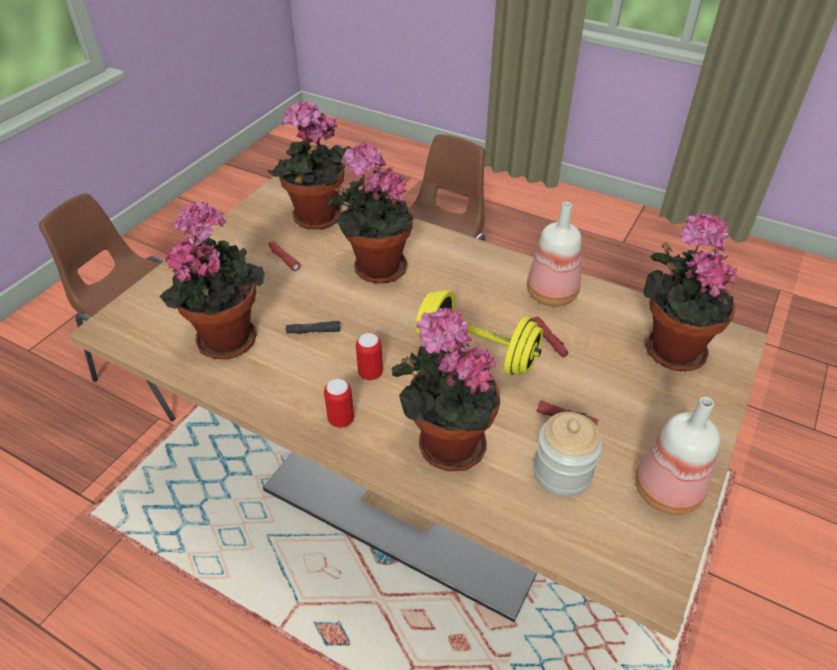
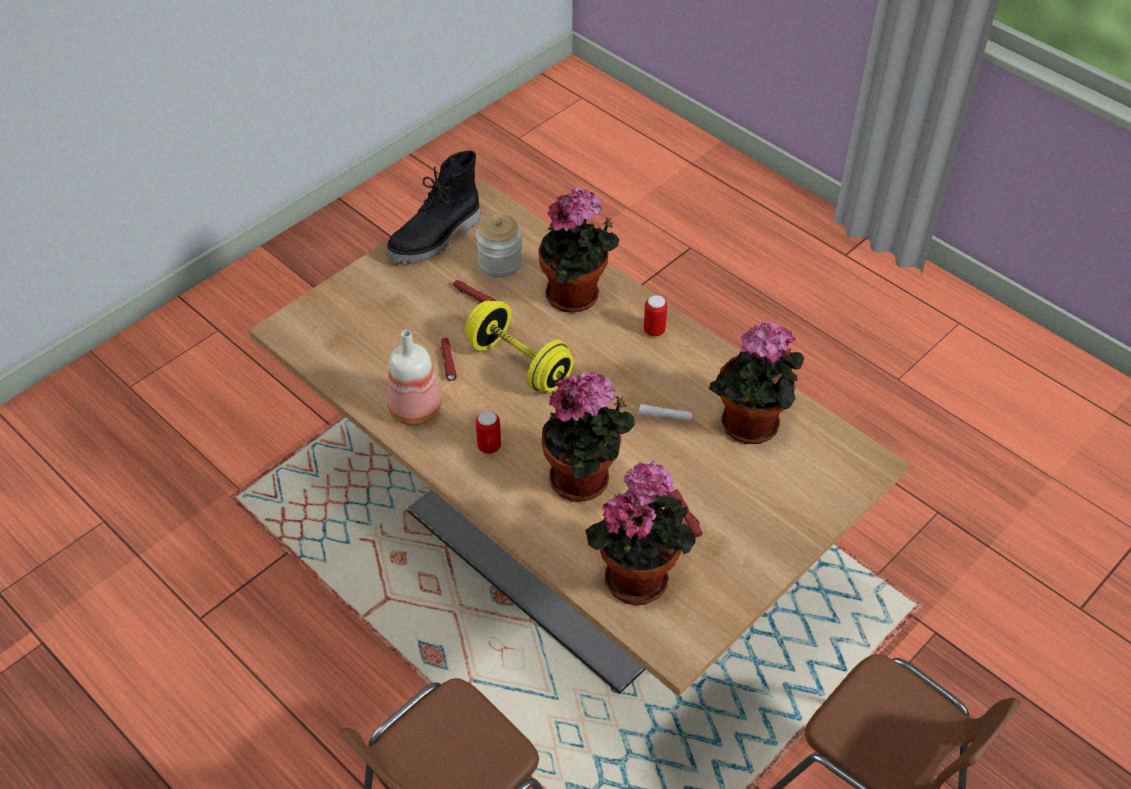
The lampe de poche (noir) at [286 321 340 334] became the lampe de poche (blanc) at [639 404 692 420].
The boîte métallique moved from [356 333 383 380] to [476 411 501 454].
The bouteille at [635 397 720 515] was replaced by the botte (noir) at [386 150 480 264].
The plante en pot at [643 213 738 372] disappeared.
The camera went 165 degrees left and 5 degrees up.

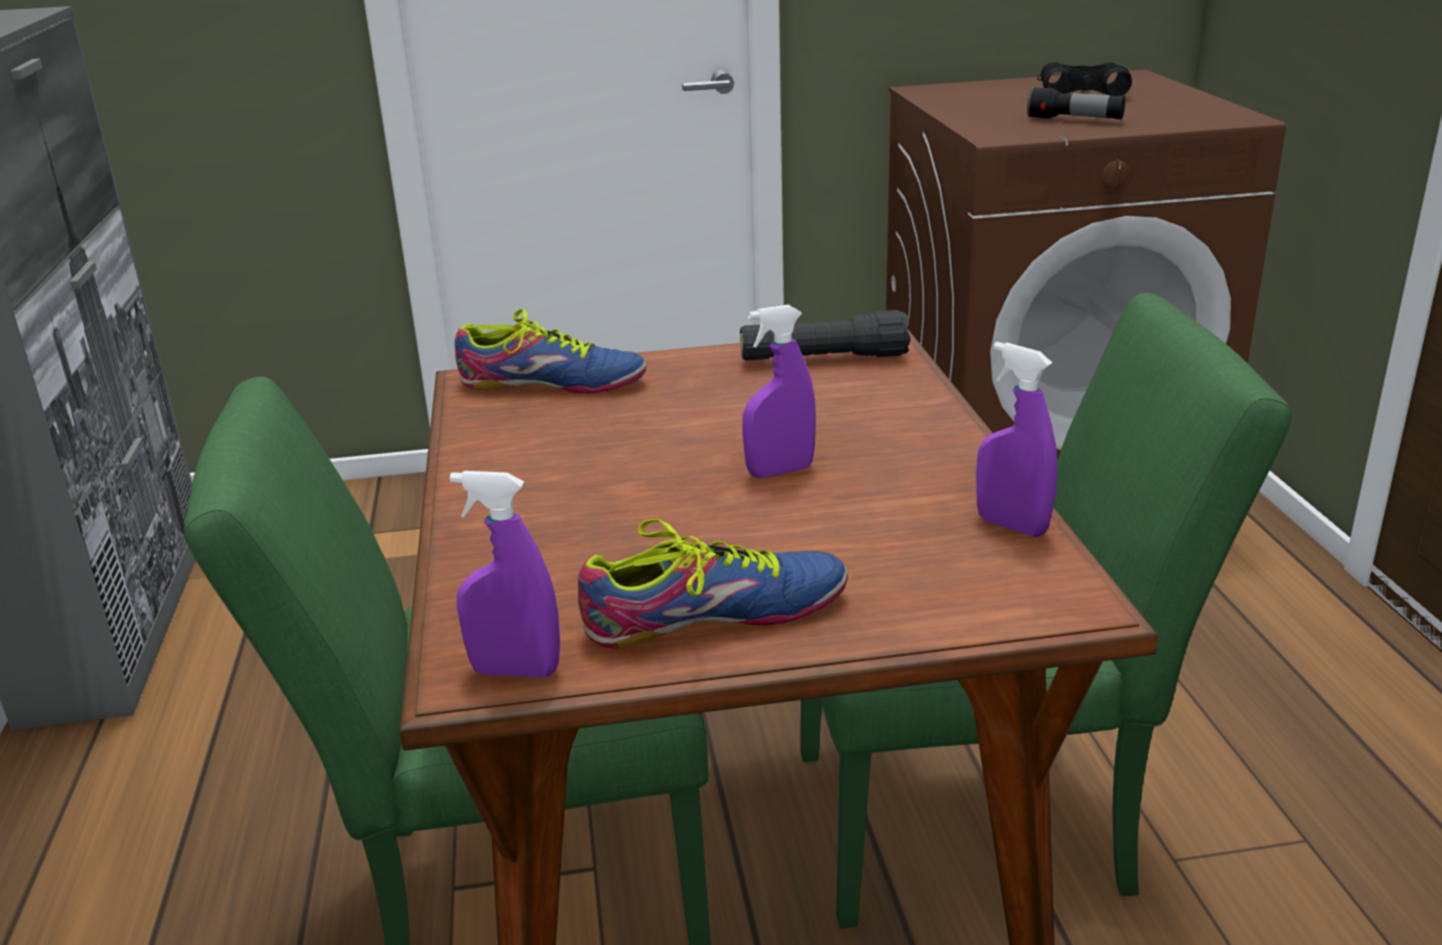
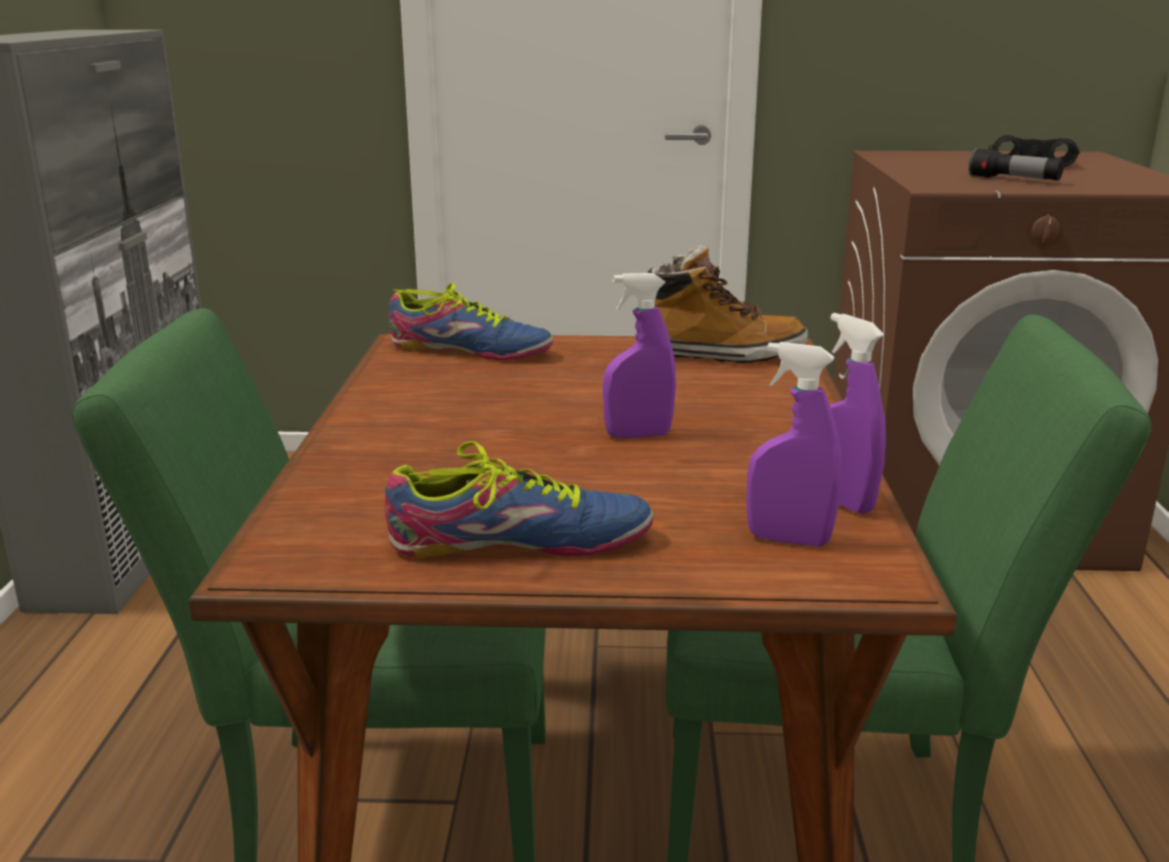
The vaporisateur (violet) moved from [450 471 560 677] to [746 342 842 547].
The lampe de poche (noir) at [740 310 911 361] was replaced by the botte at [647 245 808 363].
The camera went 10 degrees right and 5 degrees down.

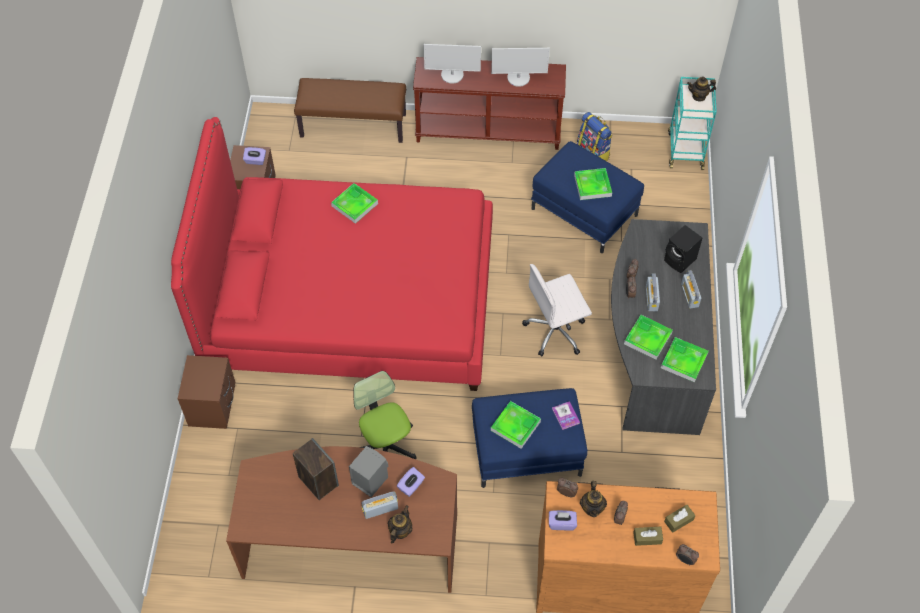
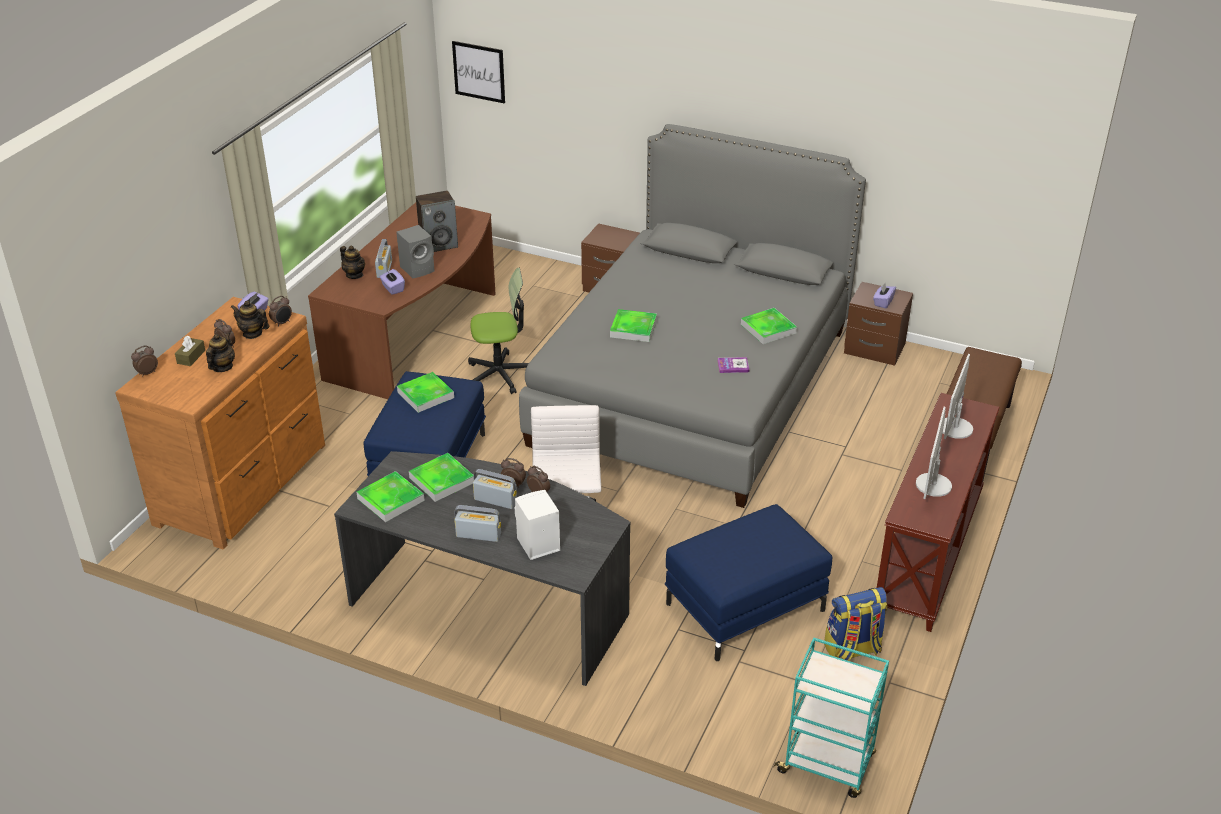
The lit (rouge) at [171 117 493 391] became the lit (gris) at [519 124 866 508].
The livre moved from [552 401 580 430] to [718 357 749 373].
The plateau moved from [574 168 612 200] to [610 309 657 342].
The enceinte (noir) at [664 225 702 273] became the enceinte (blanc) at [515 490 560 560].
The boîte à mouchoirs (marron) at [664 505 696 533] disappeared.
The théière moved from [687 77 716 102] to [206 332 235 372].
The tableau at [452 41 505 103] appeared.
The camera went 110 degrees right and 20 degrees down.

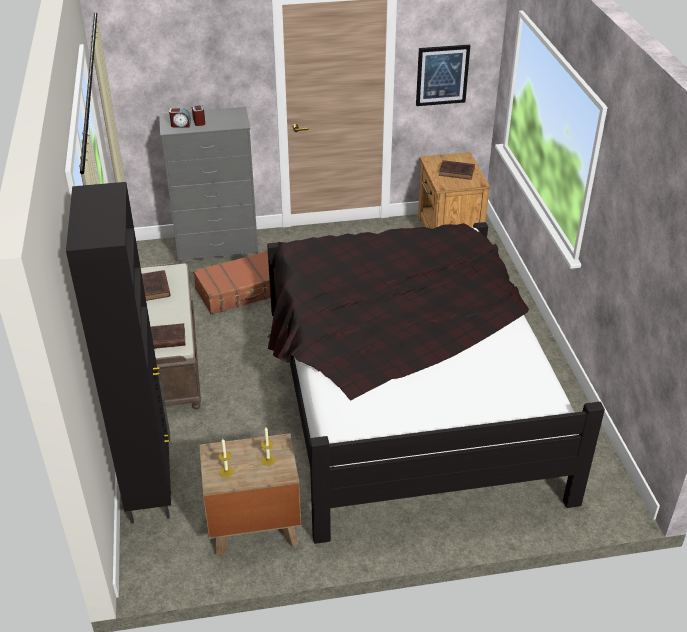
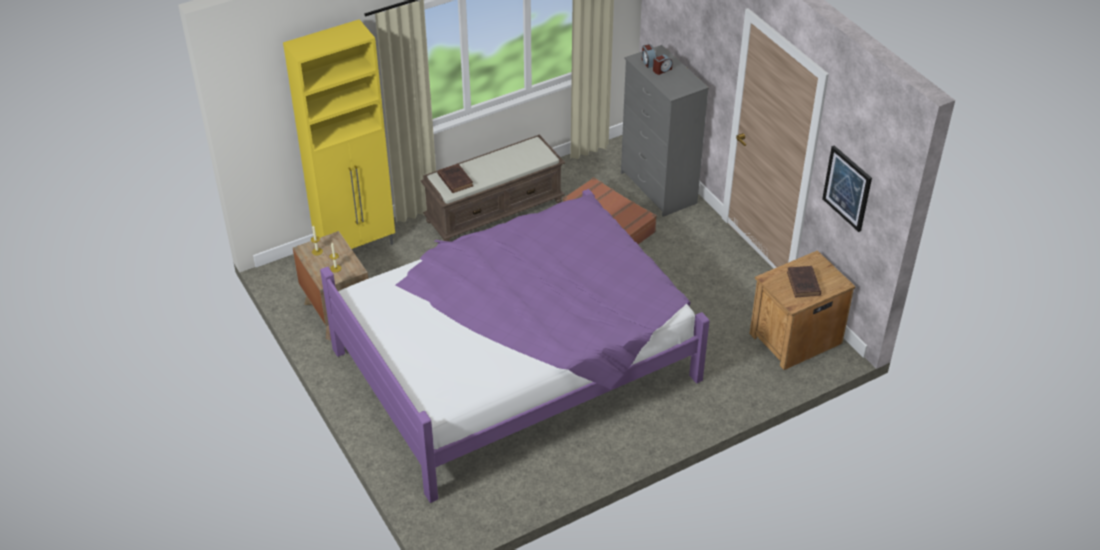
The meuble de rangement (noir) at [66 182 171 524] became the meuble de rangement (jaune) at [283 19 395 249].
The livre (marron) at [142 270 170 301] disappeared.
The lit (noir) at [267 222 605 544] became the lit (violet) at [320 189 709 503].
The camera went 70 degrees right and 5 degrees up.

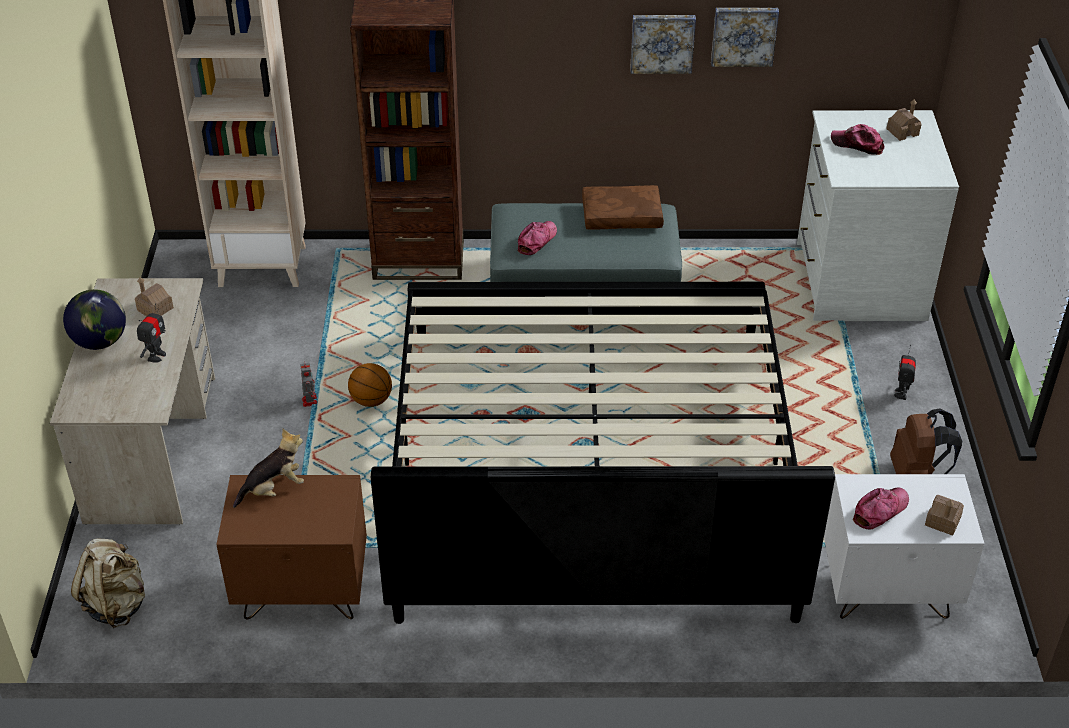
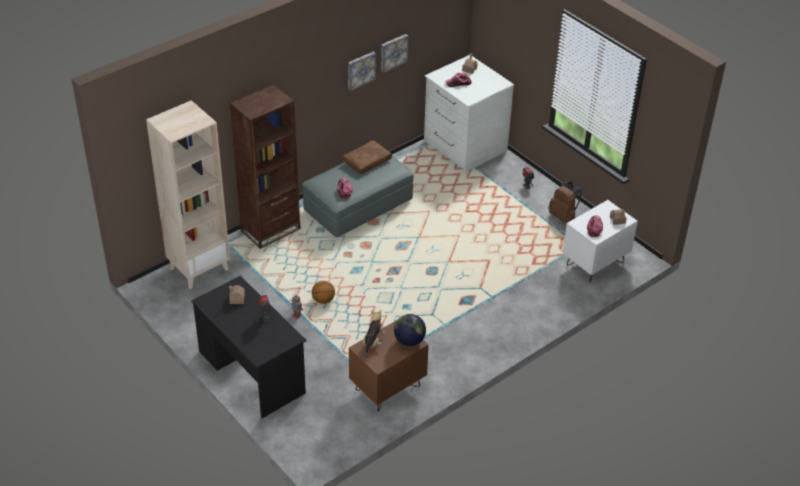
The bureau (beige) at [50 278 215 525] became the bureau (noir) at [191 276 306 418].
The globe moved from [63 289 126 350] to [394 314 426 346].
The sac à dos (beige) at [71 538 145 628] disappeared.
The lit at [371 282 835 624] disappeared.
The camera went 40 degrees left and 0 degrees up.

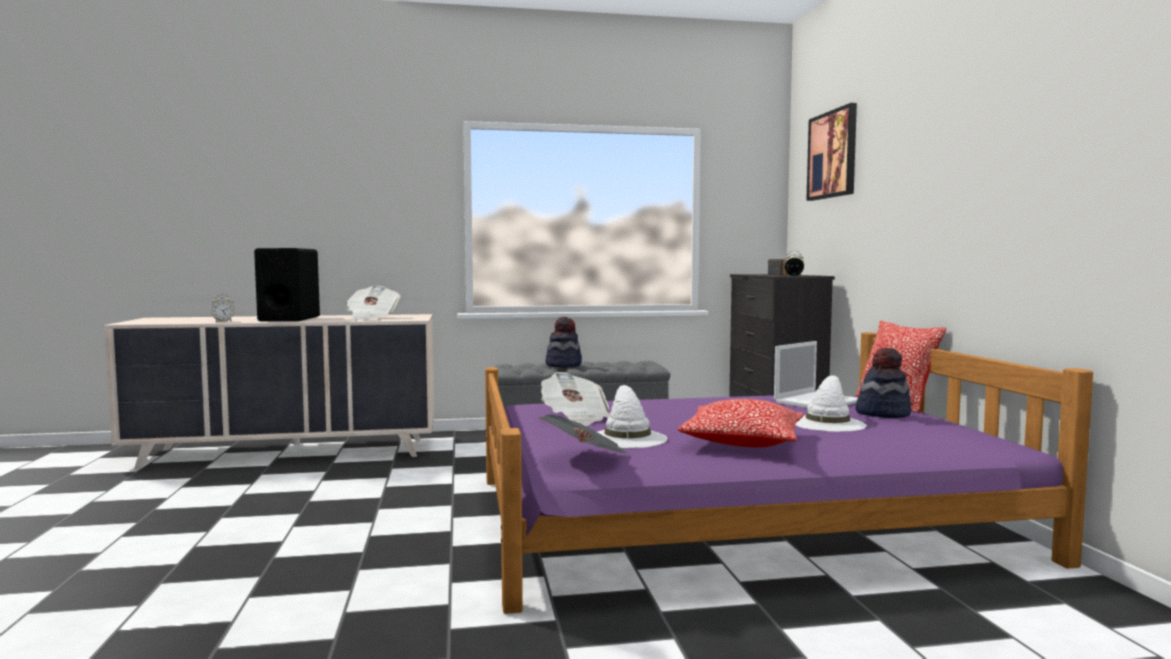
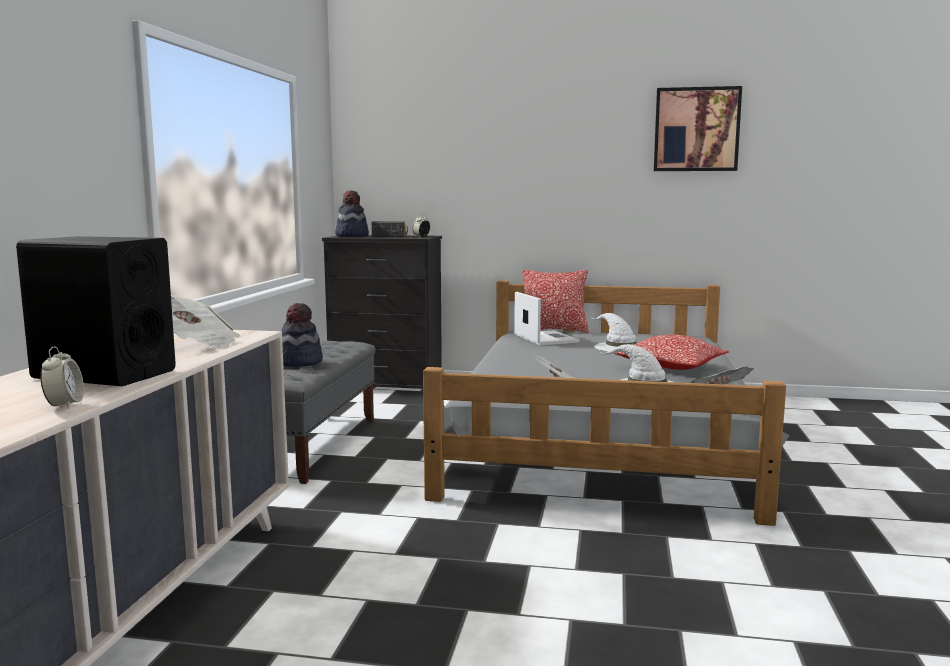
The lit (violet) at [485 332 1093 614] became the lit (gris) at [423 280 790 526].
The tableau moved from [806 103 857 201] to [654 86 742 171].
The chapeau moved from [855 348 911 418] to [335 190 369 237].
The camera went 70 degrees left and 5 degrees up.

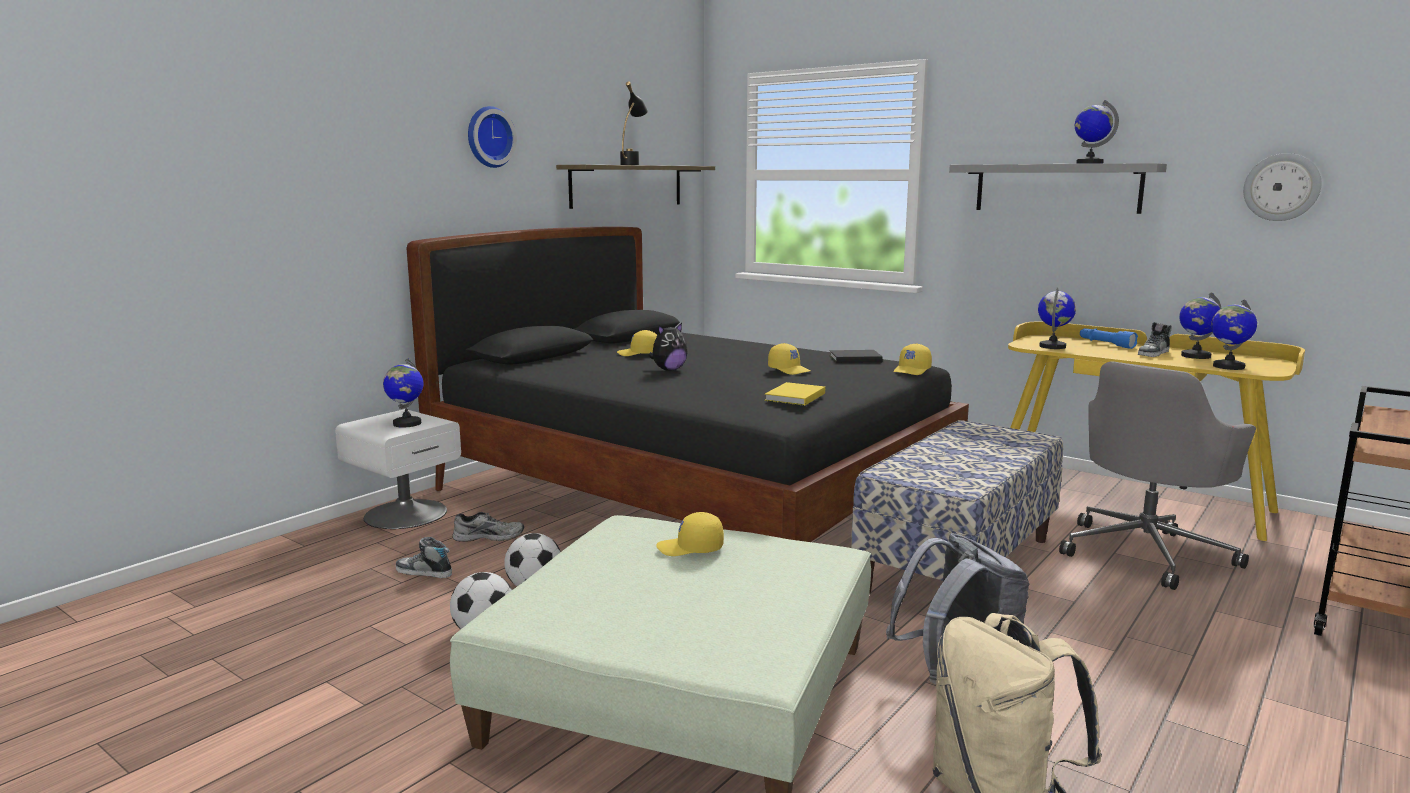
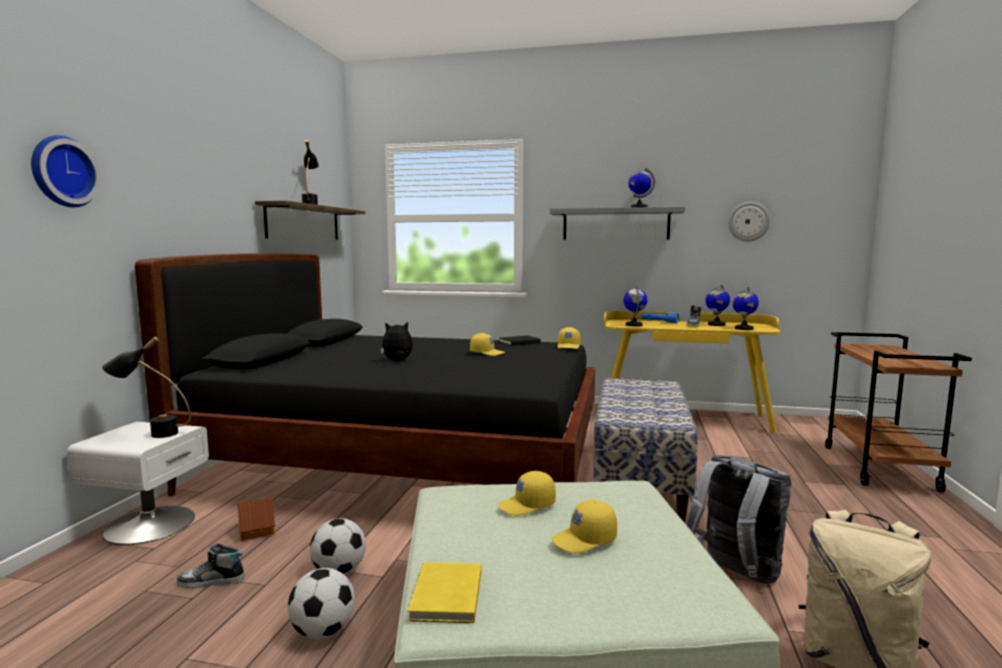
The globe at [383 358 423 427] was replaced by the lampe de table (noir) at [102 336 191 438].
The chaussure (gris) at [452 512 524 542] was replaced by the maison miniature at [237 497 275 541].
The horloge murale moved from [468 106 517 168] to [31 135 101 207].
The casquette (jaune) moved from [617 330 657 356] to [552 500 617 553].
The peluche at [648 323 688 371] turned 135 degrees counterclockwise.
The livre (jaune) moved from [765 382 825 406] to [408 562 482 623].
The chaise de bureau (gris) at [1059 361 1256 590] disappeared.
The camera went 25 degrees left and 5 degrees down.

